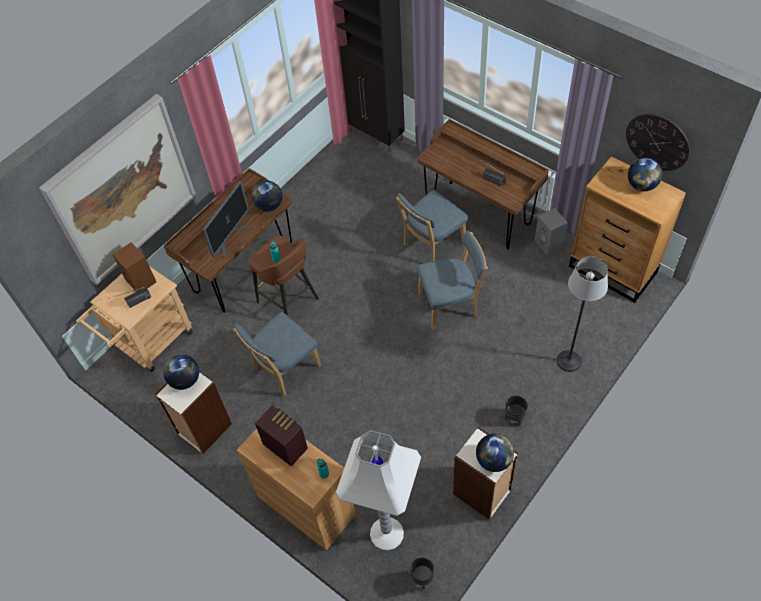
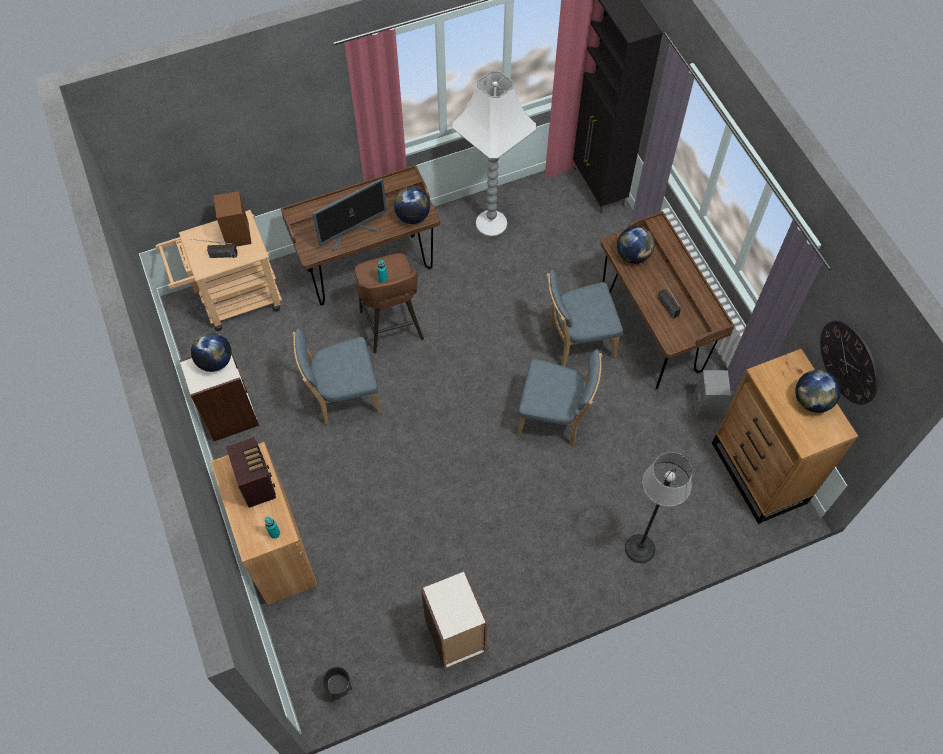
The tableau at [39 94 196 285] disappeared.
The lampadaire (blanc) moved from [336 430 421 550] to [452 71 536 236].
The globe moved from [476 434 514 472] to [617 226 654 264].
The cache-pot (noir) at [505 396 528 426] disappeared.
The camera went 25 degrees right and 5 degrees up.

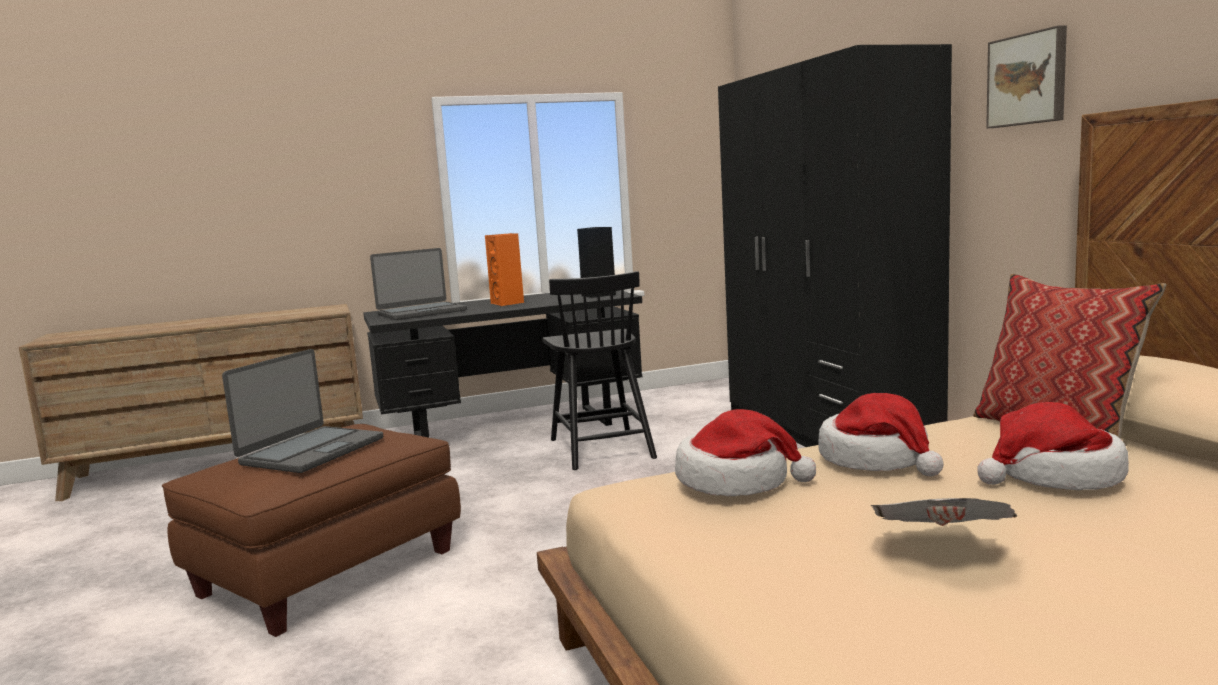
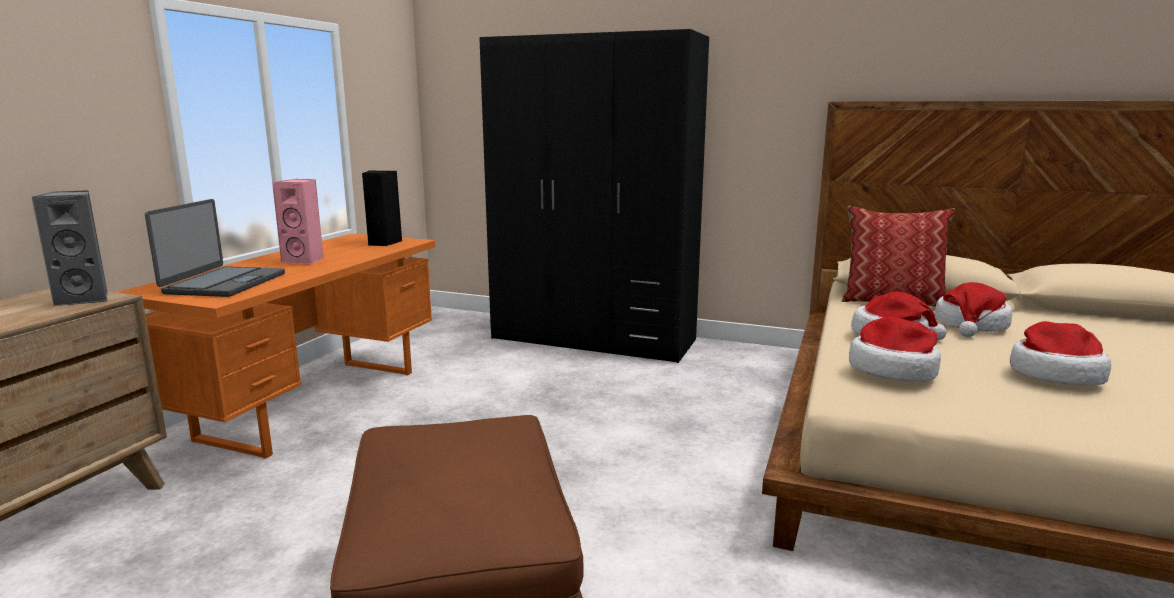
The ordinateur portable at [222 349 383 473] disappeared.
The bureau (noir) at [363 290 642 438] became the bureau (orange) at [116 234 435 459].
The enceinte (orange) at [485 233 524 306] became the enceinte (rose) at [272 179 324 265].
The chaise (noir) at [542 271 657 470] disappeared.
The journal at [870 498 1018 526] was replaced by the chapeau at [1010 321 1111 386].
The tableau at [986 25 1067 128] disappeared.
The enceinte (gris) at [30 190 108 306] appeared.
The camera went 50 degrees left and 5 degrees up.

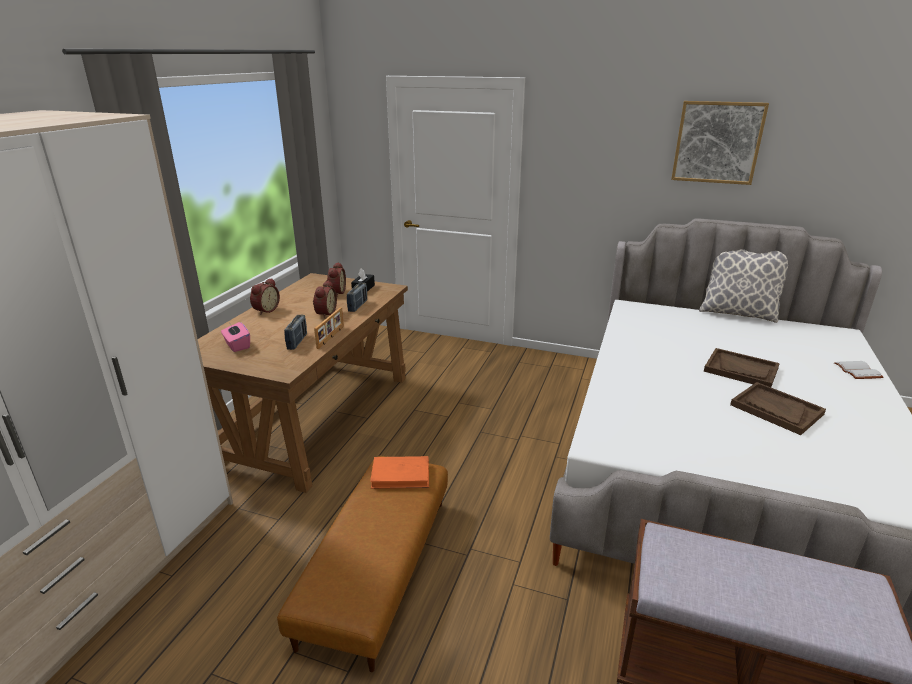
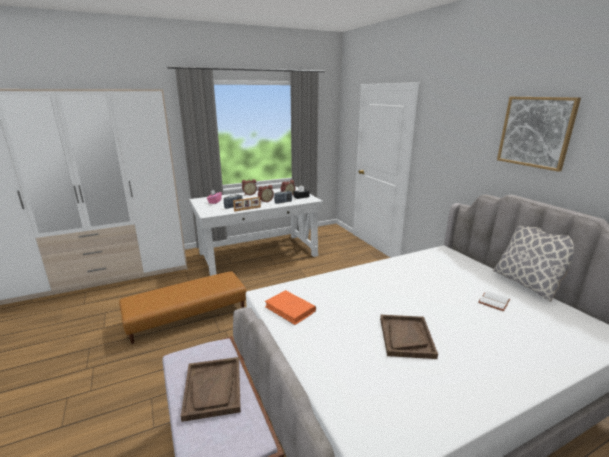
The bureau (marron) at [198 273 408 493] became the bureau (blanc) at [189 186 323 276].
The livre (orange) moved from [370 456 429 489] to [265 290 316 325].
The plateau (marron) moved from [704 348 780 387] to [181 357 241 422].
The livre (blanc) moved from [834 361 884 379] to [478 291 511 311].
The camera went 45 degrees right and 5 degrees down.

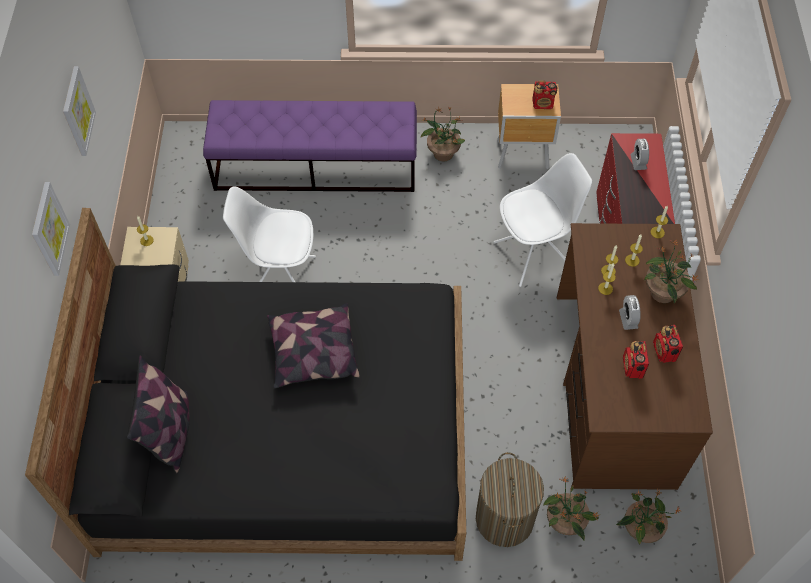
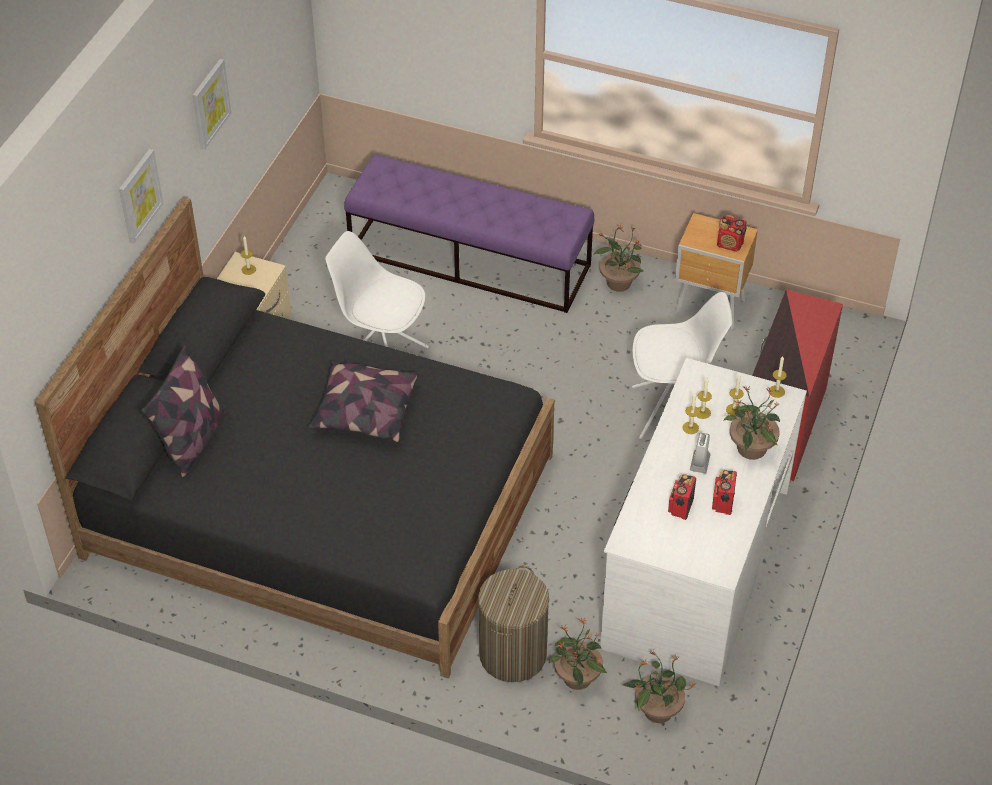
The bureau (marron) at [557 223 713 490] became the bureau (blanc) at [600 358 807 686].
The réveil at [630 138 649 170] disappeared.
The camera went 20 degrees right and 10 degrees down.

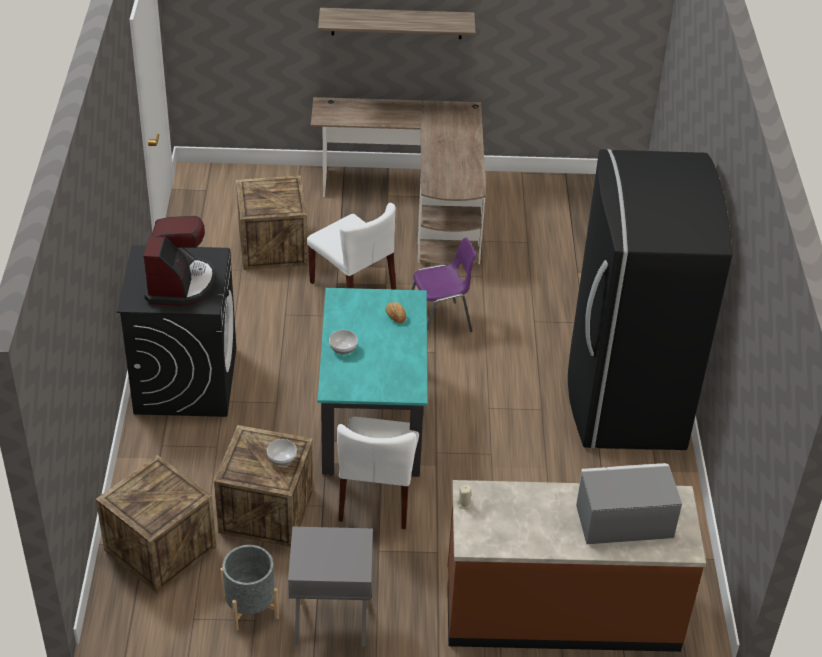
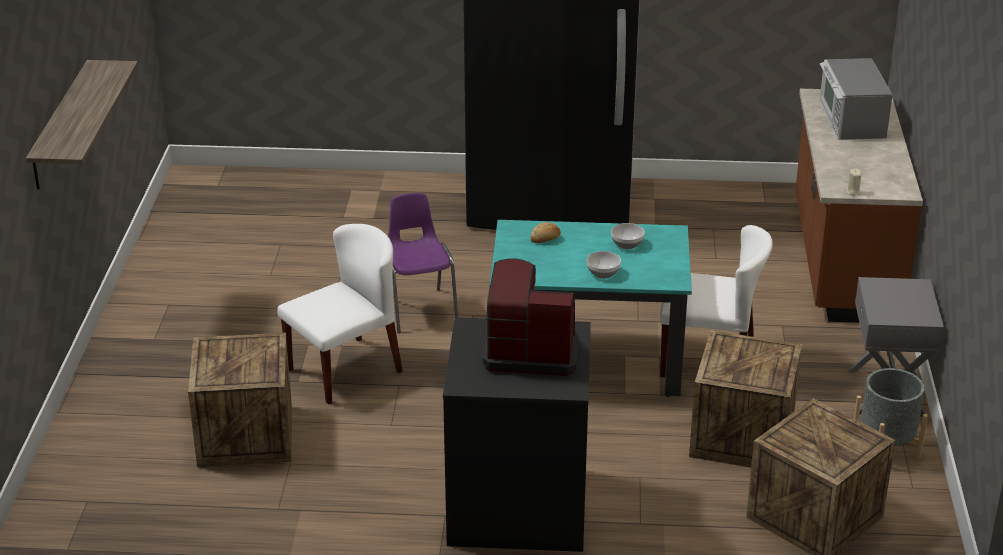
The bol moved from [267 439 297 466] to [611 223 645 249].
The bureau (marron) at [311 97 486 266] disappeared.
The camera went 85 degrees left and 10 degrees down.

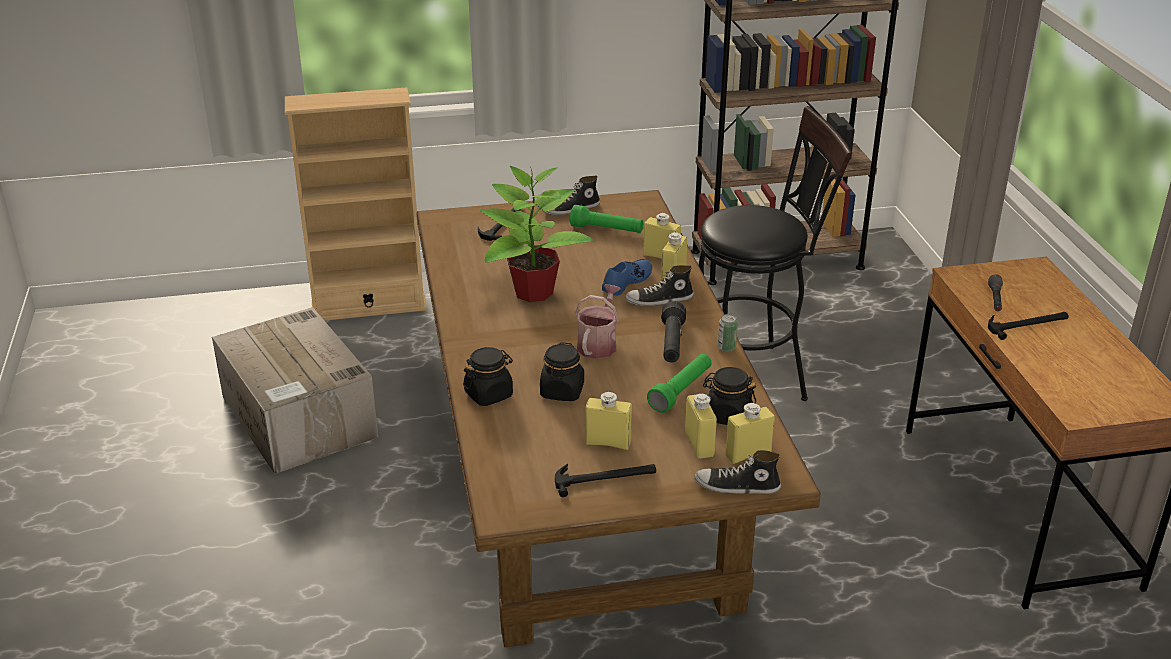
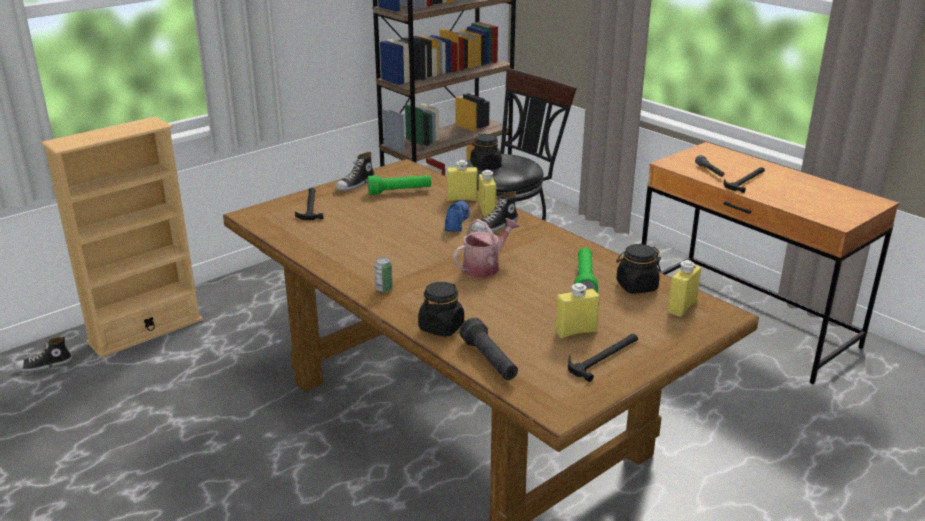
The carton at [212 307 378 474] disappeared.
The plante en pot at [480 166 594 302] disappeared.
The bocal (noir) moved from [540 342 584 401] to [471 134 502 170].
The arrosoir at [575 284 621 359] turned 60 degrees clockwise.
The lampe de poche (noir) moved from [661 301 686 362] to [460 318 518 380].
The bouteille (jaune) at [685 394 717 459] disappeared.
The chaussure moved from [694 450 781 494] to [14 337 72 372].
The boîte métallique moved from [718 314 738 351] to [374 257 393 292].
The camera went 30 degrees left and 5 degrees down.

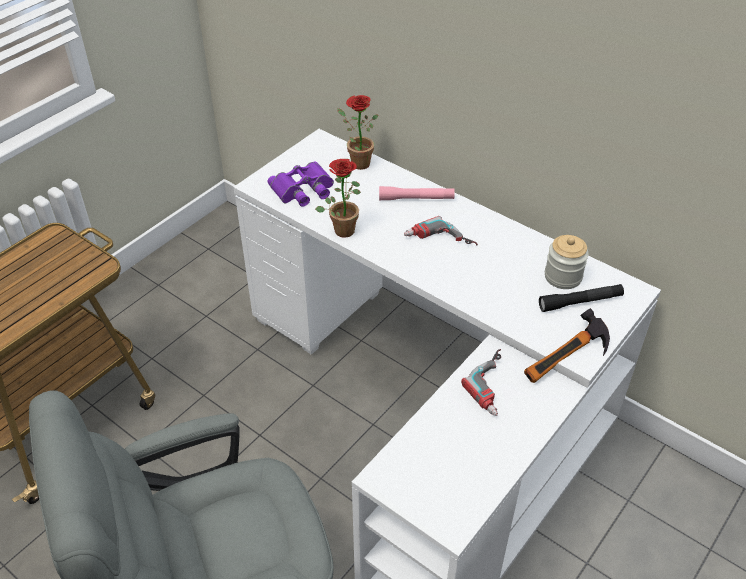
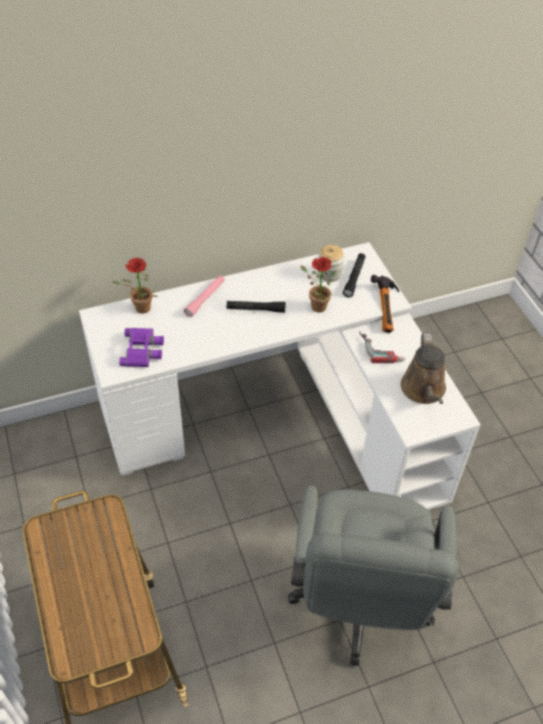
The plante en pot moved from [315 159 361 238] to [301 257 336 312].
The perceuse at [404 216 478 245] was replaced by the lampe de poche (noir) at [227 301 286 313].
The arrosoir (marron) at [401 334 446 404] appeared.
The camera went 60 degrees left and 5 degrees up.

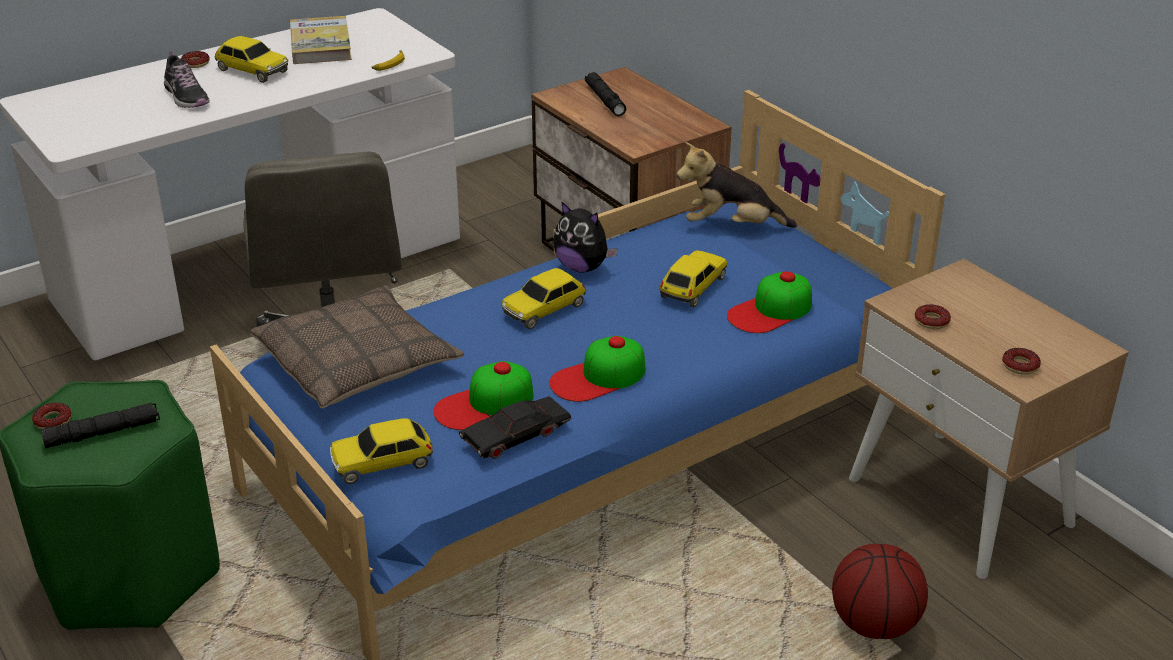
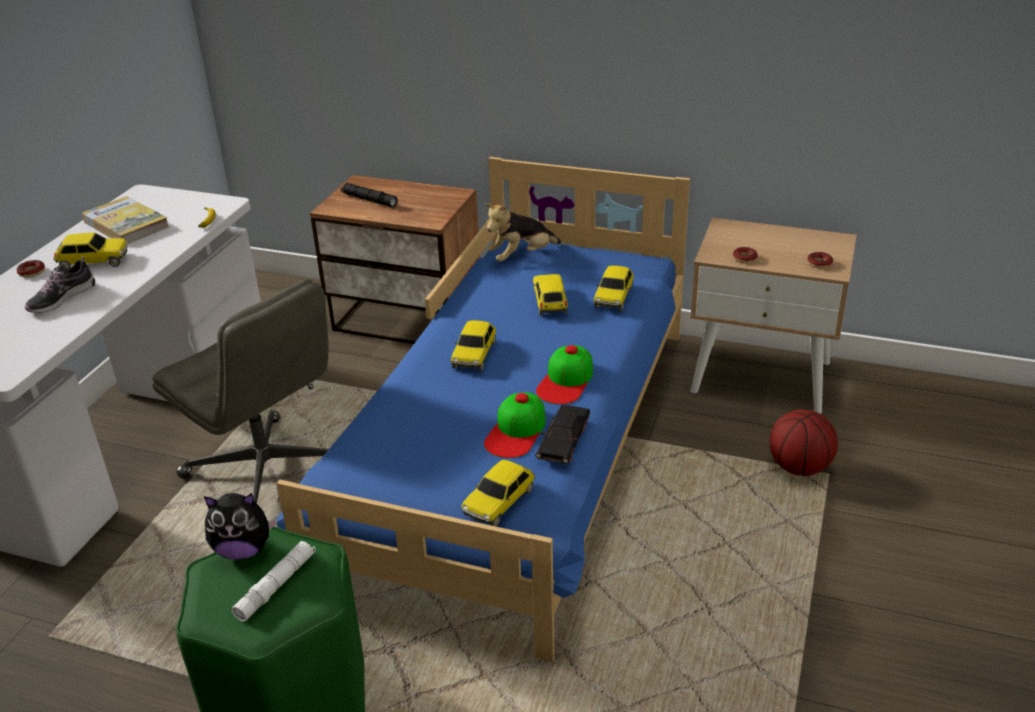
The beignet at [32 402 71 429] disappeared.
The lampe de poche (noir) at [41 403 160 448] became the lampe de poche (blanc) at [232 541 316 622].
The chaussure at [164 51 210 108] turned 105 degrees clockwise.
The coussin at [250 285 464 408] disappeared.
The peluche moved from [553 201 618 273] to [204 493 277 560].
The casquette at [727 271 812 333] was replaced by the petite voiture at [594 265 634 311].
The camera went 35 degrees left and 0 degrees up.

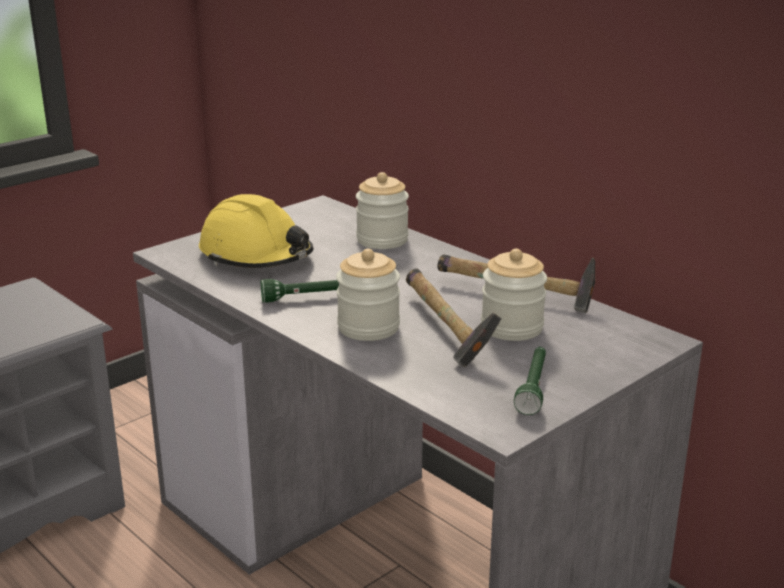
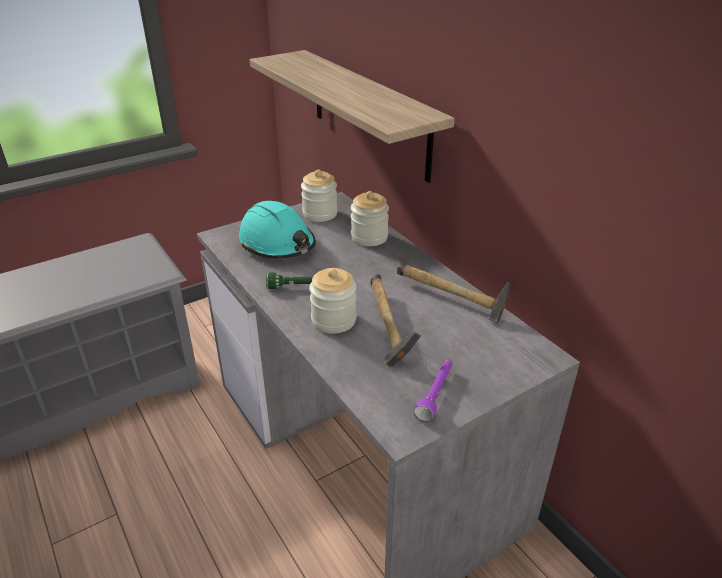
The casque de chantier (jaune) at [199 194 313 268] became the casque de chantier (turquoise) at [239 201 316 259].
The bocal moved from [481 249 547 341] to [301 170 338 222].
The lampe de poche (vert) at [514 347 546 415] became the lampe de poche (violet) at [414 359 453 422].
The étagère at [250 50 455 183] appeared.
The camera went 10 degrees right and 10 degrees up.

